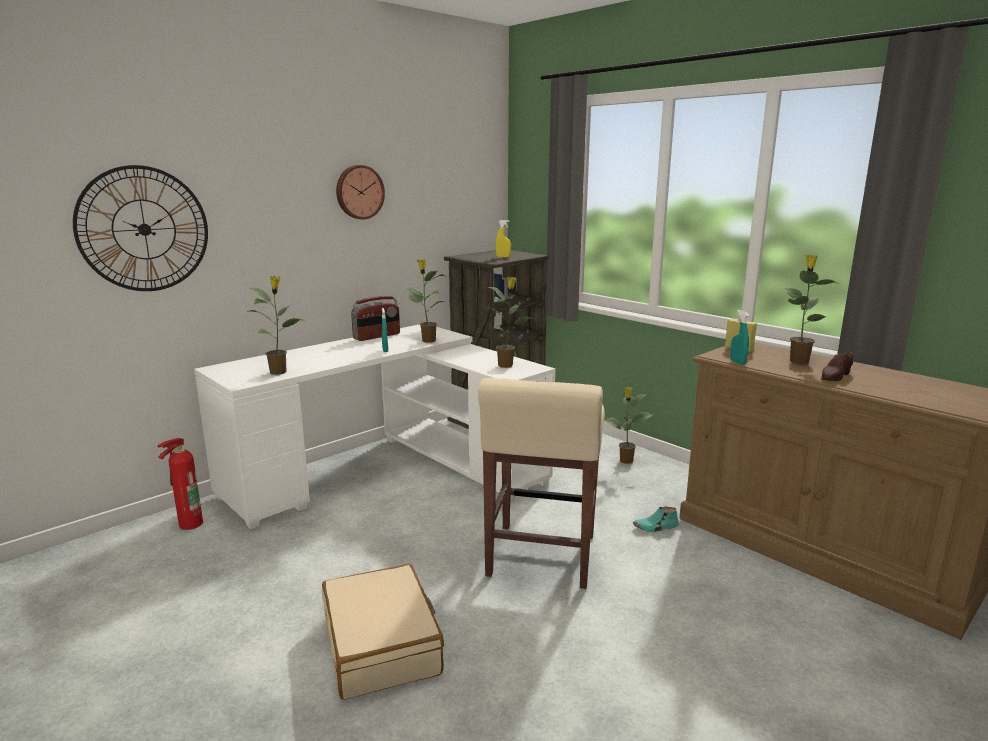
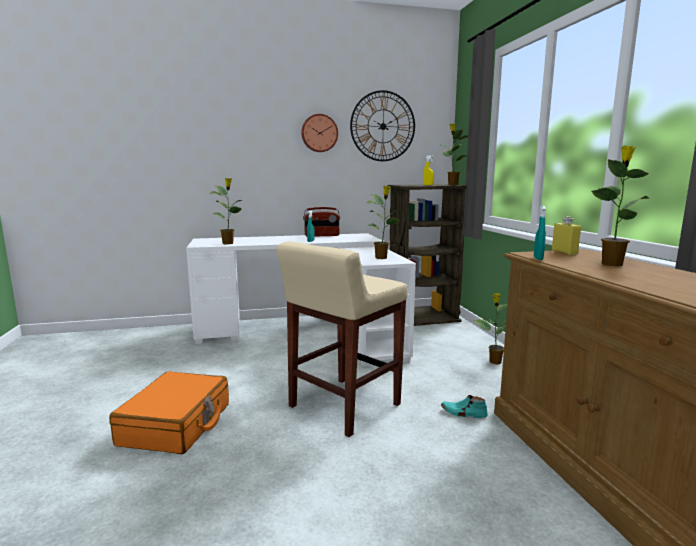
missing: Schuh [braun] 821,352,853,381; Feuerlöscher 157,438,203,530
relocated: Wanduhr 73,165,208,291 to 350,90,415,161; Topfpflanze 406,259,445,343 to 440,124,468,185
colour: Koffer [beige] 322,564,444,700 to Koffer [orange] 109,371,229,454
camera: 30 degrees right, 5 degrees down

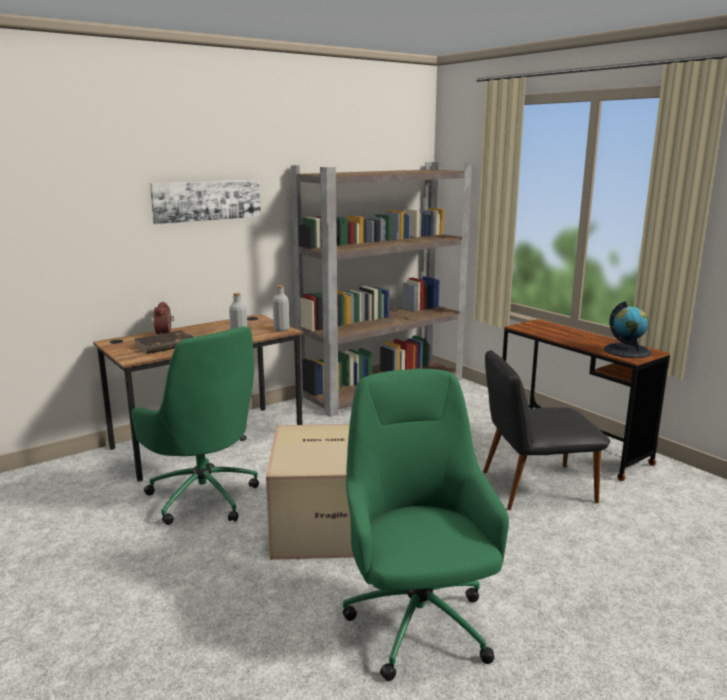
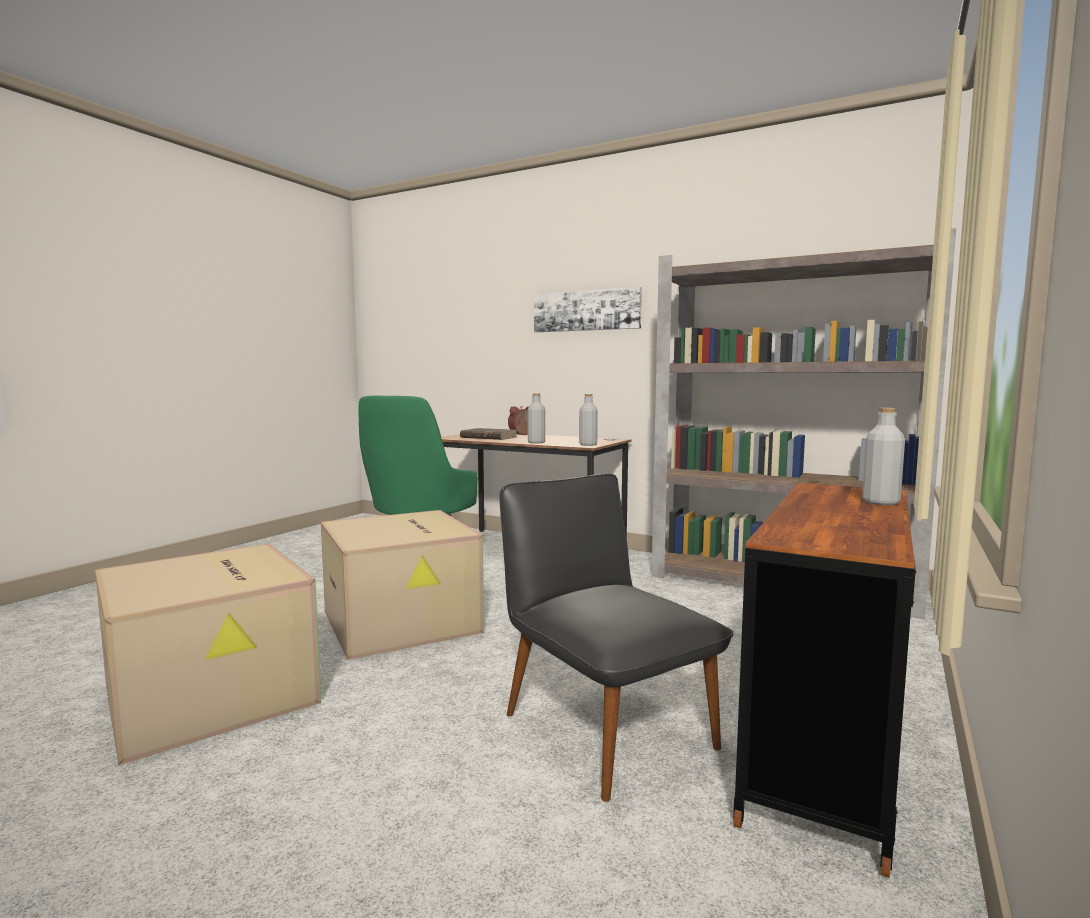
missing: Globus 604,301,652,358
appeared: Flasche [grau] 862,408,905,505
exchanged: Bürostuhl [grün] 343,369,509,681 to Karton 95,543,321,765
camera: 65 degrees right, 10 degrees down

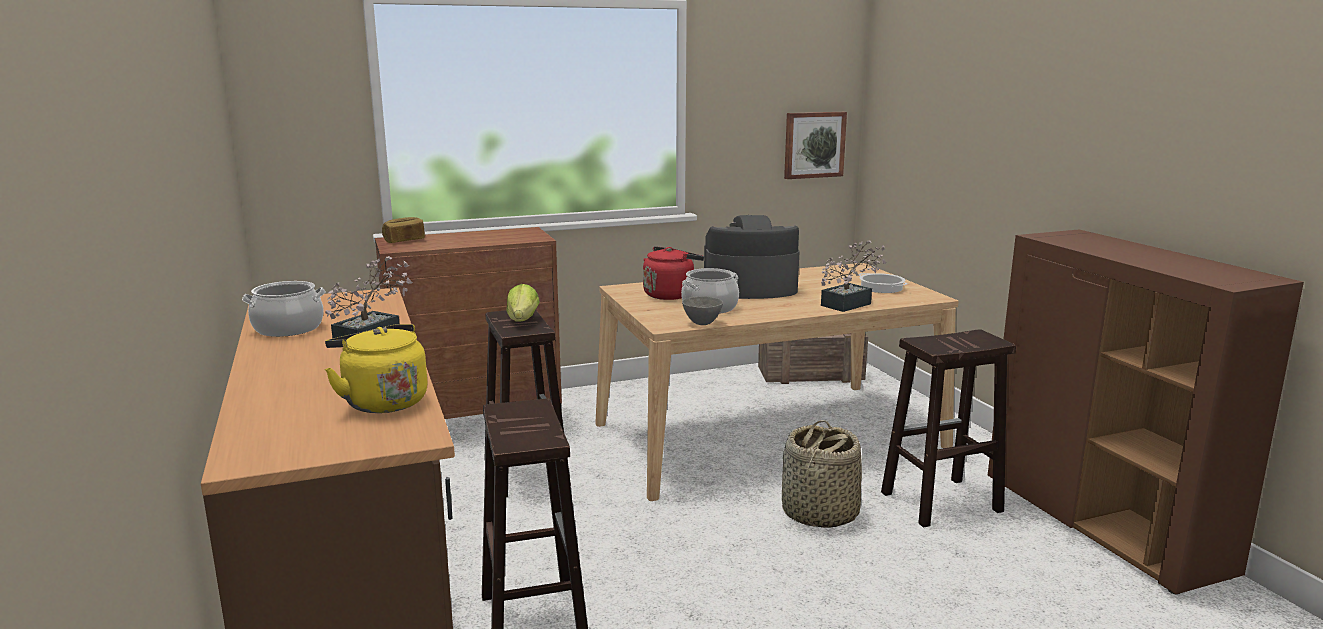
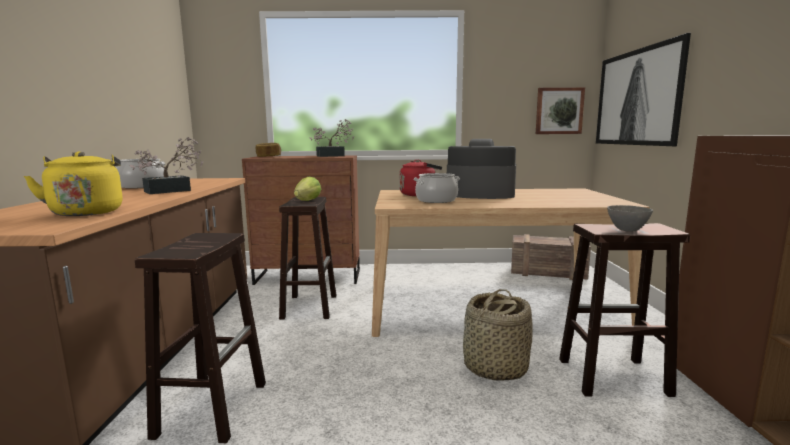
missing: Kochtopf 858,273,908,293
appeared: Bild 596,33,691,146
relocated: Topfpflanze 821,240,886,312 to 309,119,354,157; Schüssel [grau] 682,296,723,325 to 607,205,653,232
camera: 20 degrees right, 5 degrees down

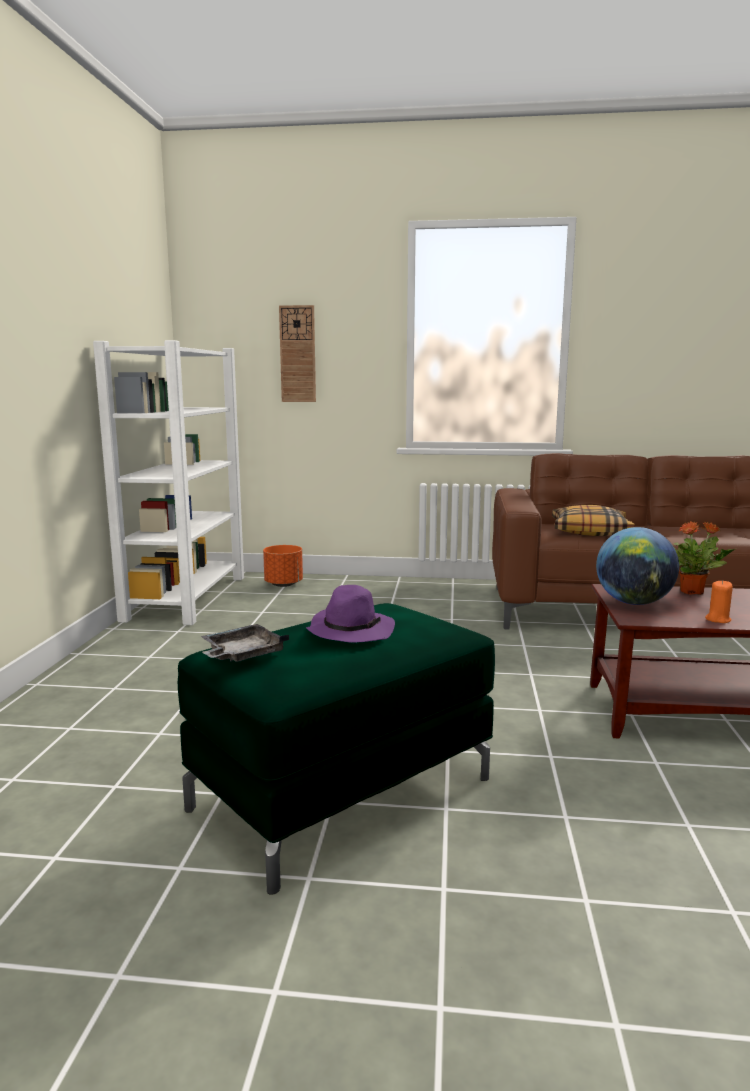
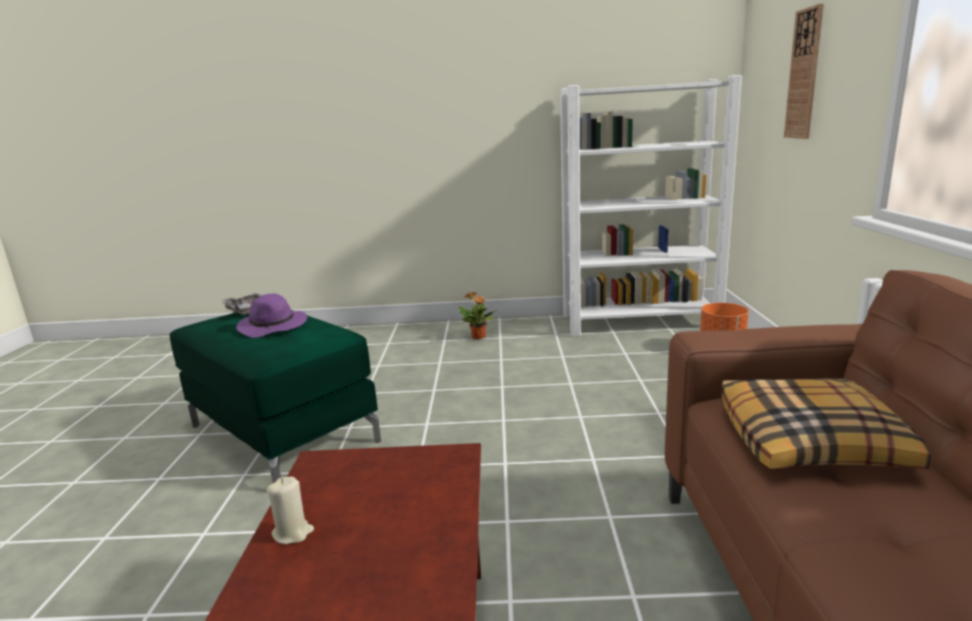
missing: Globus 596,527,679,605
relocated: Topfpflanze 673,521,735,595 to 459,292,497,339
colour: Kerze [orange] 705,580,733,623 to Kerze [beige] 267,477,314,544
camera: 85 degrees right, 5 degrees up

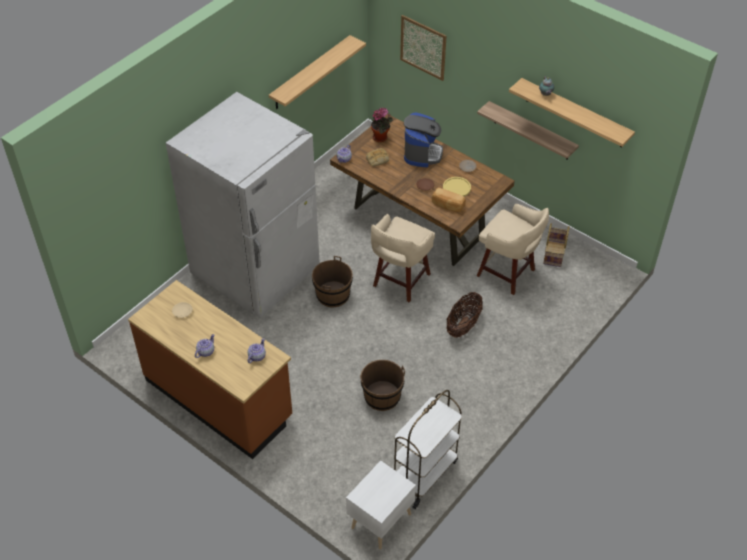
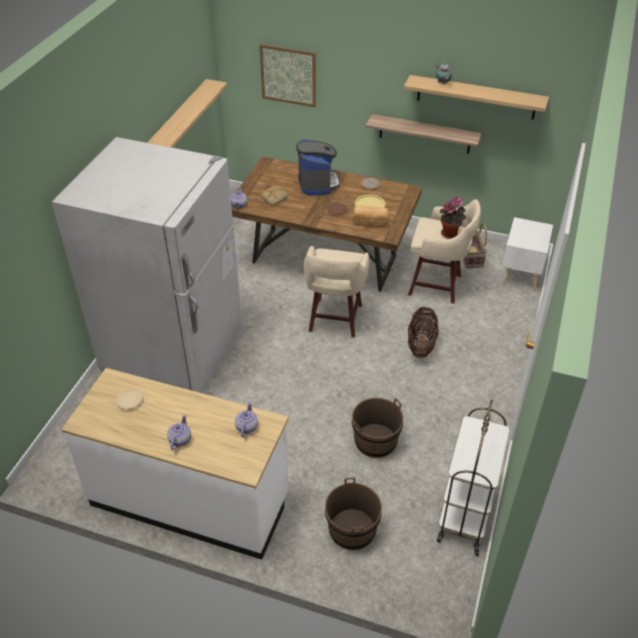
relocated: Topfpflanze 371,108,393,142 to 440,197,466,239; Eimer [braun] 312,256,353,307 to 325,477,382,550; Nachttisch [weiß] 346,460,416,549 to 502,217,553,292
colour: Küchenzeile [braun] 128,280,292,459 to Küchenzeile [weiß] 61,368,289,560
camera: 20 degrees left, 5 degrees down

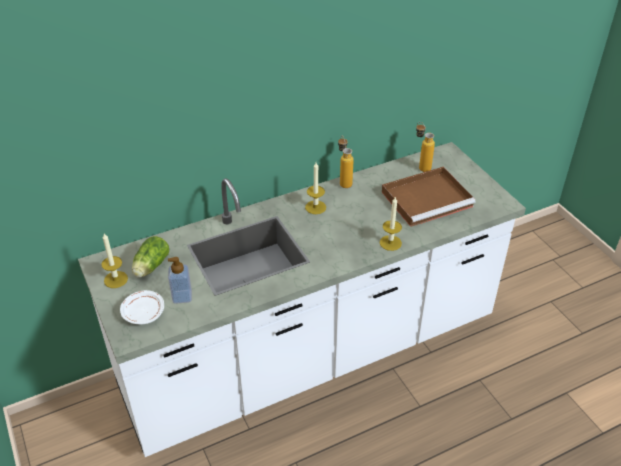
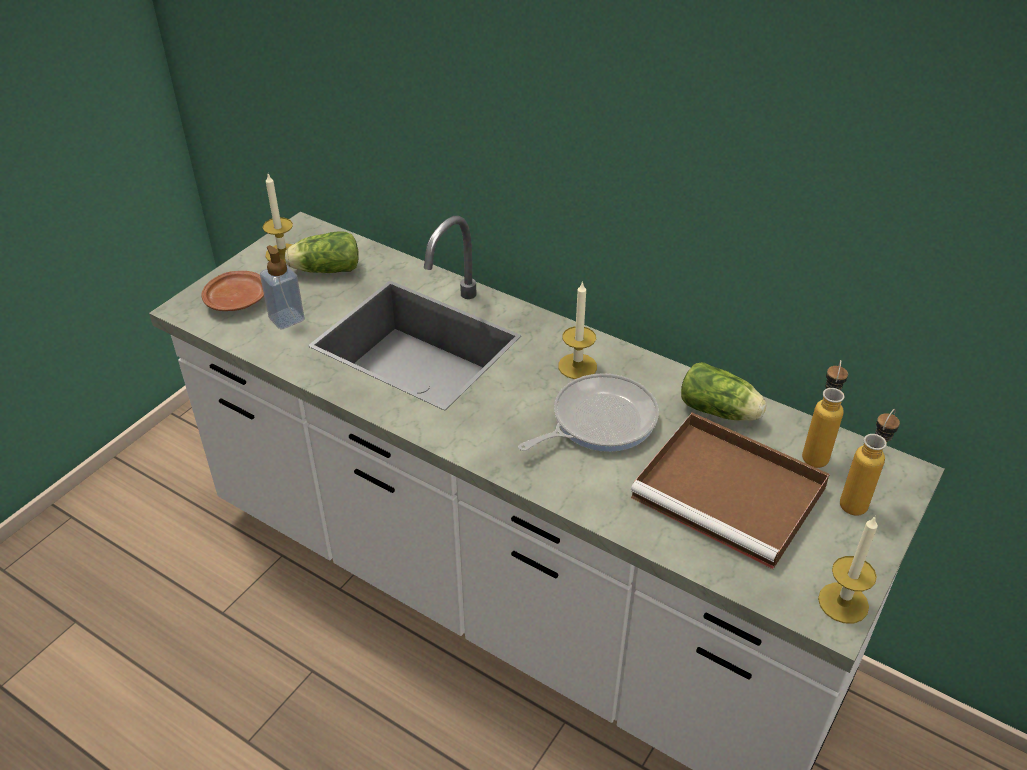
appeared: Salatkopf 681,362,767,421; Pfanne 518,373,659,452
relocated: Flasche 338,136,354,188 to 840,409,900,516; Kerze 380,196,402,251 to 818,516,878,624
colour: Teller [weiß] 120,290,164,325 to Teller [braun] 202,271,264,311
camera: 60 degrees right, 0 degrees up

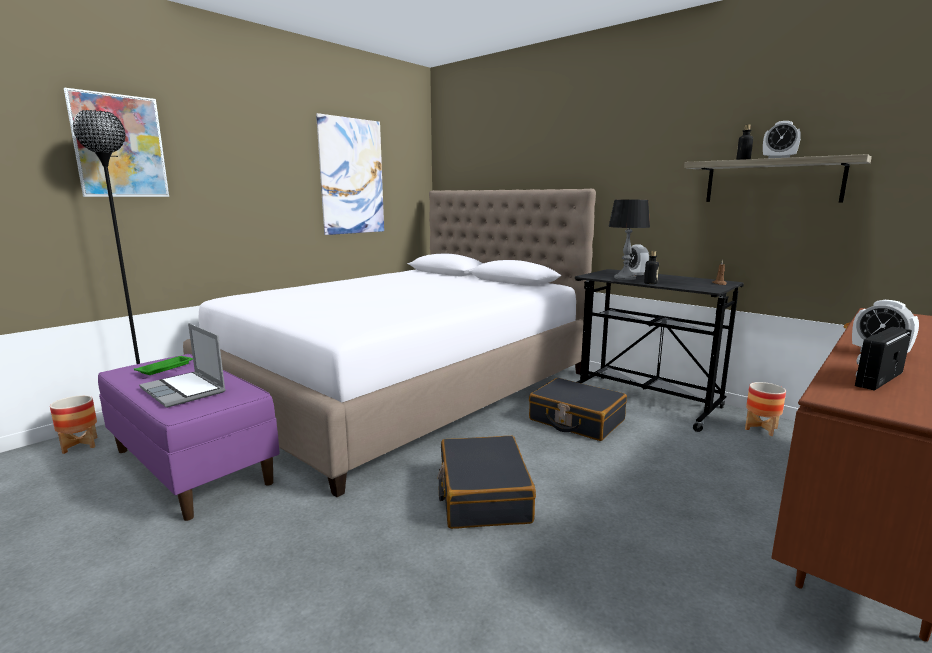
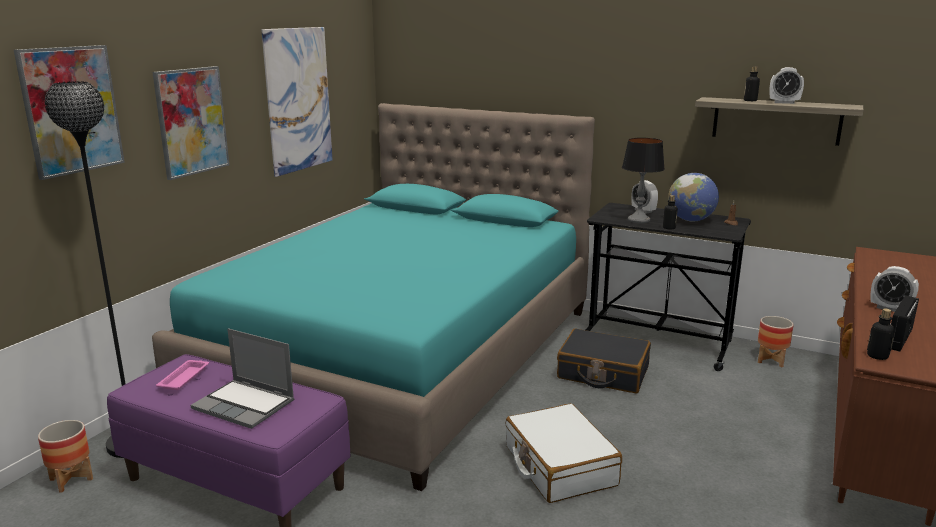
appeared: Bild 152,66,229,180; Globus 668,173,719,222; Flasche 867,308,895,360
colour: Bett [weiß] 183,189,596,497 to Bett [türkis] 152,103,595,491; Tablett [grün] 134,356,193,375 to Tablett [rosa] 156,360,209,390; Koffer [schwarz] 438,436,536,529 to Koffer [weiß] 505,403,622,503
camera: 15 degrees left, 5 degrees up

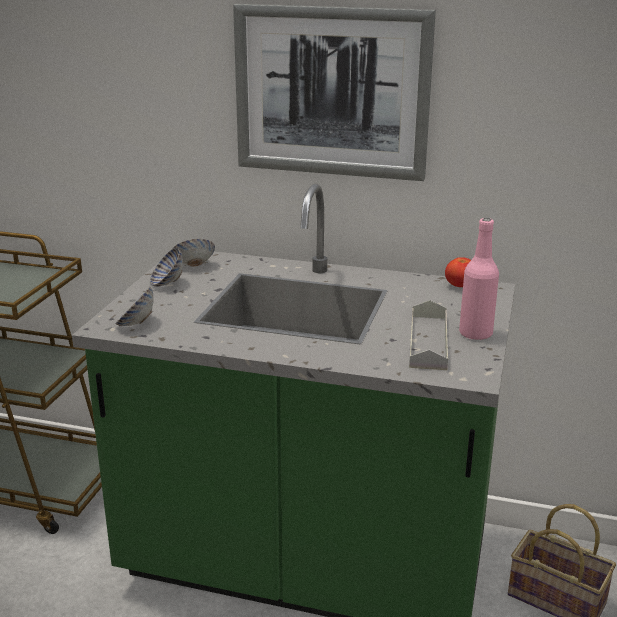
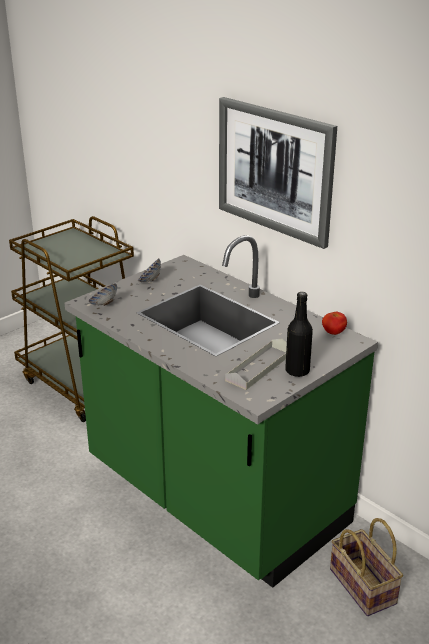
missing: Schüssel 172,239,215,267
colour: Flasche [rosa] 459,218,499,340 to Flasche [schwarz] 285,292,313,377
camera: 30 degrees right, 5 degrees up

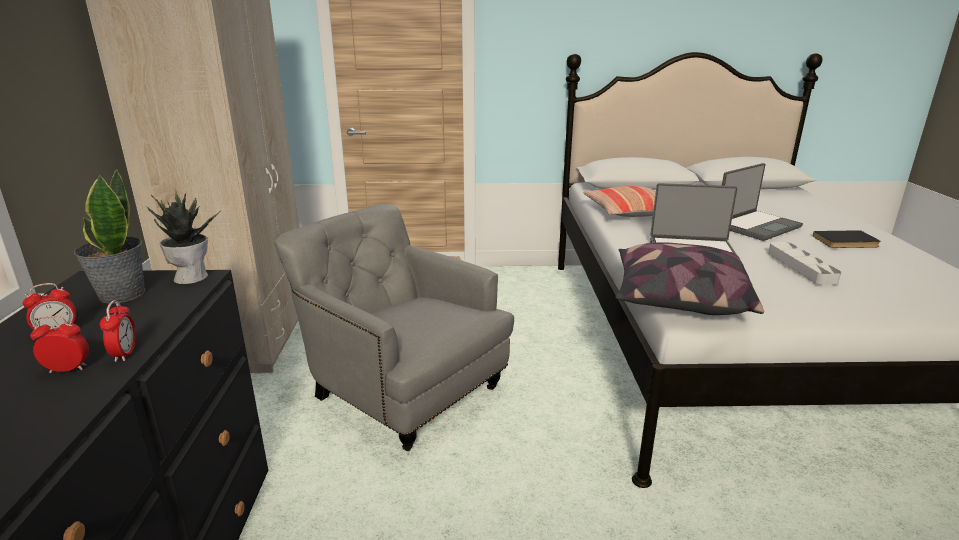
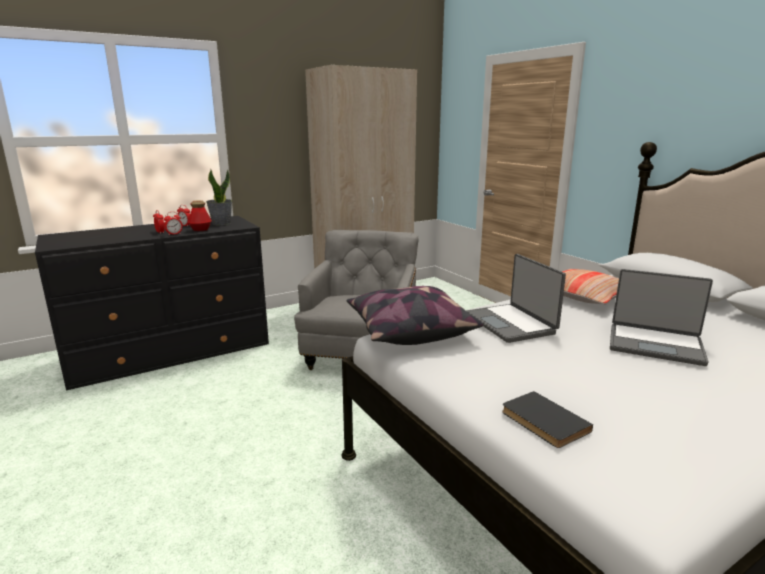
missing: Topfpflanze 145,191,221,284; Tablett [grau] 768,241,841,285
appeared: Flasche 188,200,212,231
relocated: Buch [schwarz] 813,230,881,248 to 502,391,593,448
camera: 60 degrees right, 5 degrees down

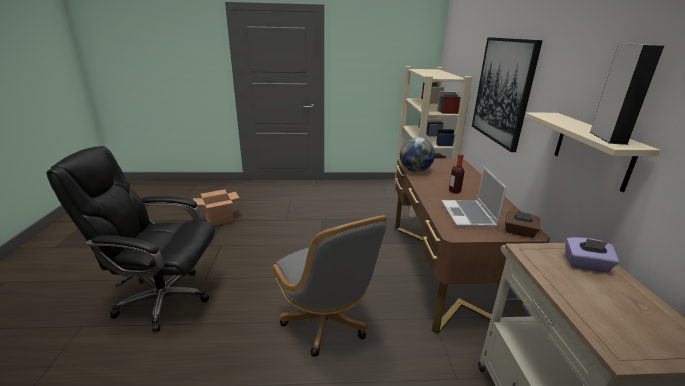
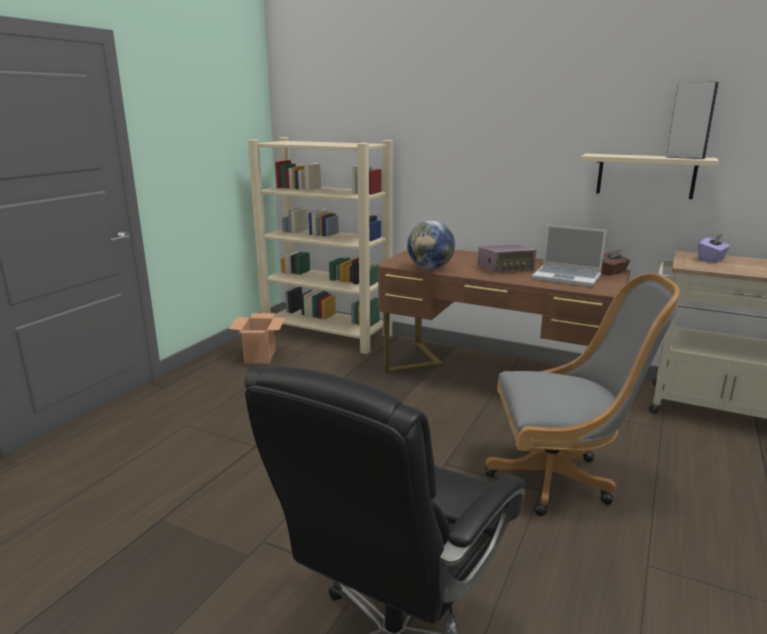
missing: Bild 472,37,543,152
relocated: Karton 193,189,240,226 to 229,313,285,363
exchanged: Flasche 449,154,464,194 to Radio 477,245,537,272
camera: 60 degrees left, 5 degrees down

